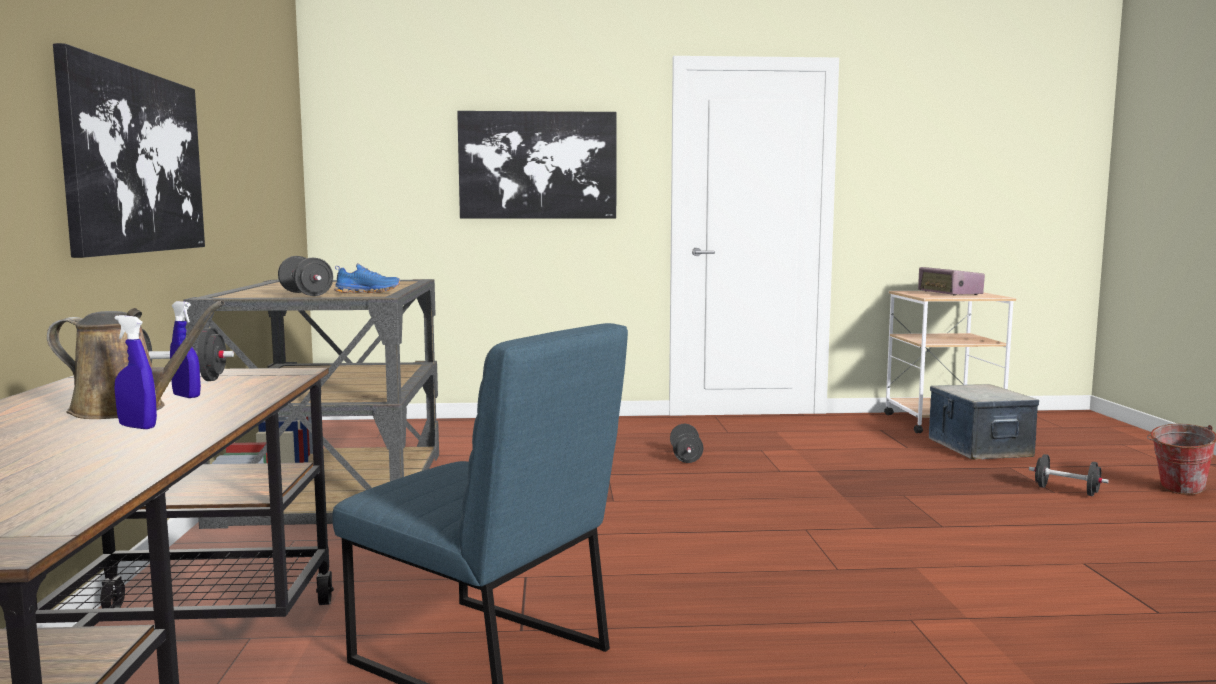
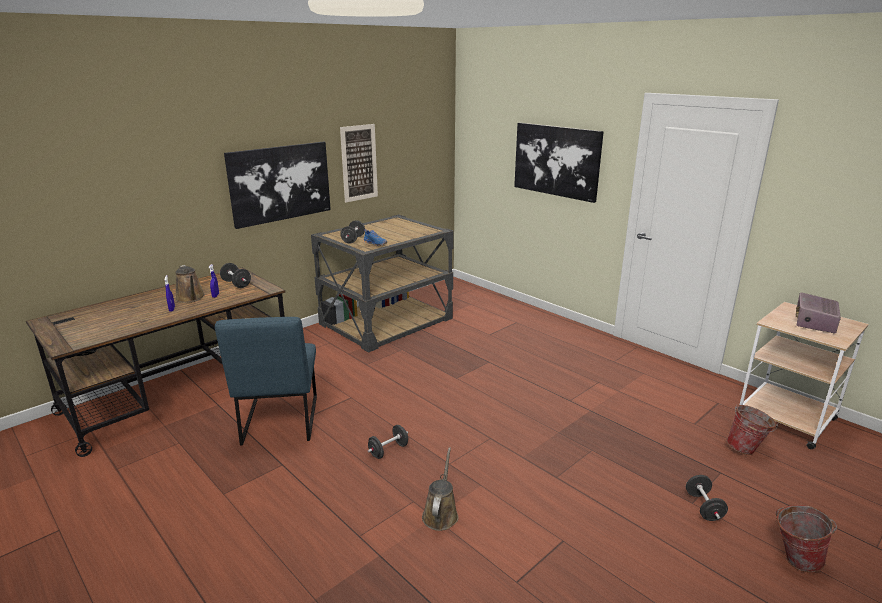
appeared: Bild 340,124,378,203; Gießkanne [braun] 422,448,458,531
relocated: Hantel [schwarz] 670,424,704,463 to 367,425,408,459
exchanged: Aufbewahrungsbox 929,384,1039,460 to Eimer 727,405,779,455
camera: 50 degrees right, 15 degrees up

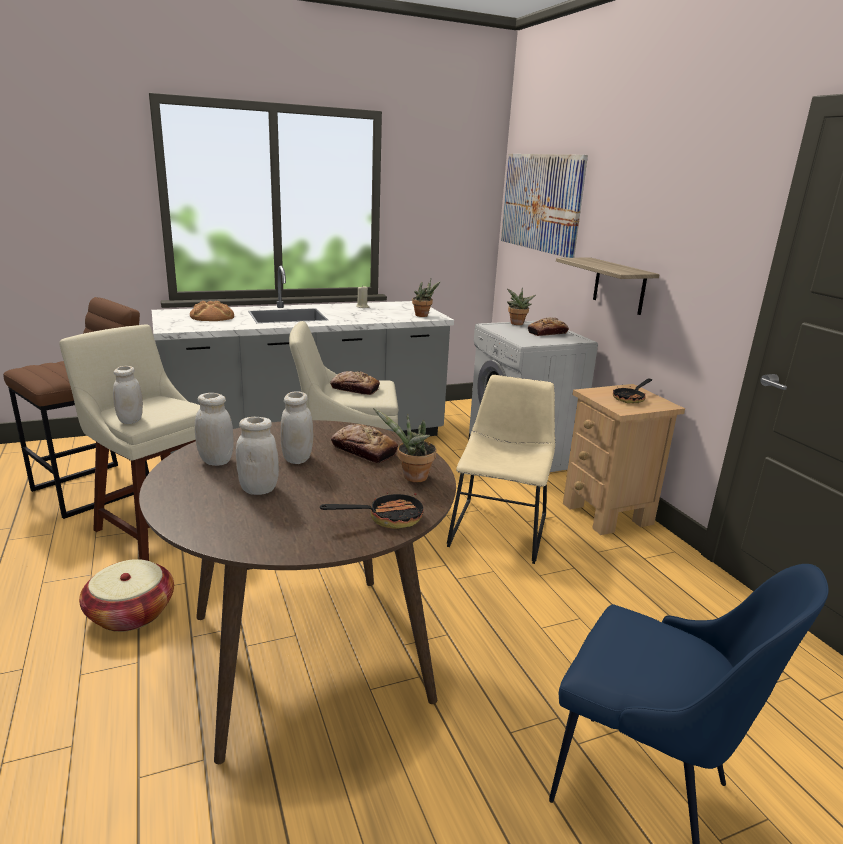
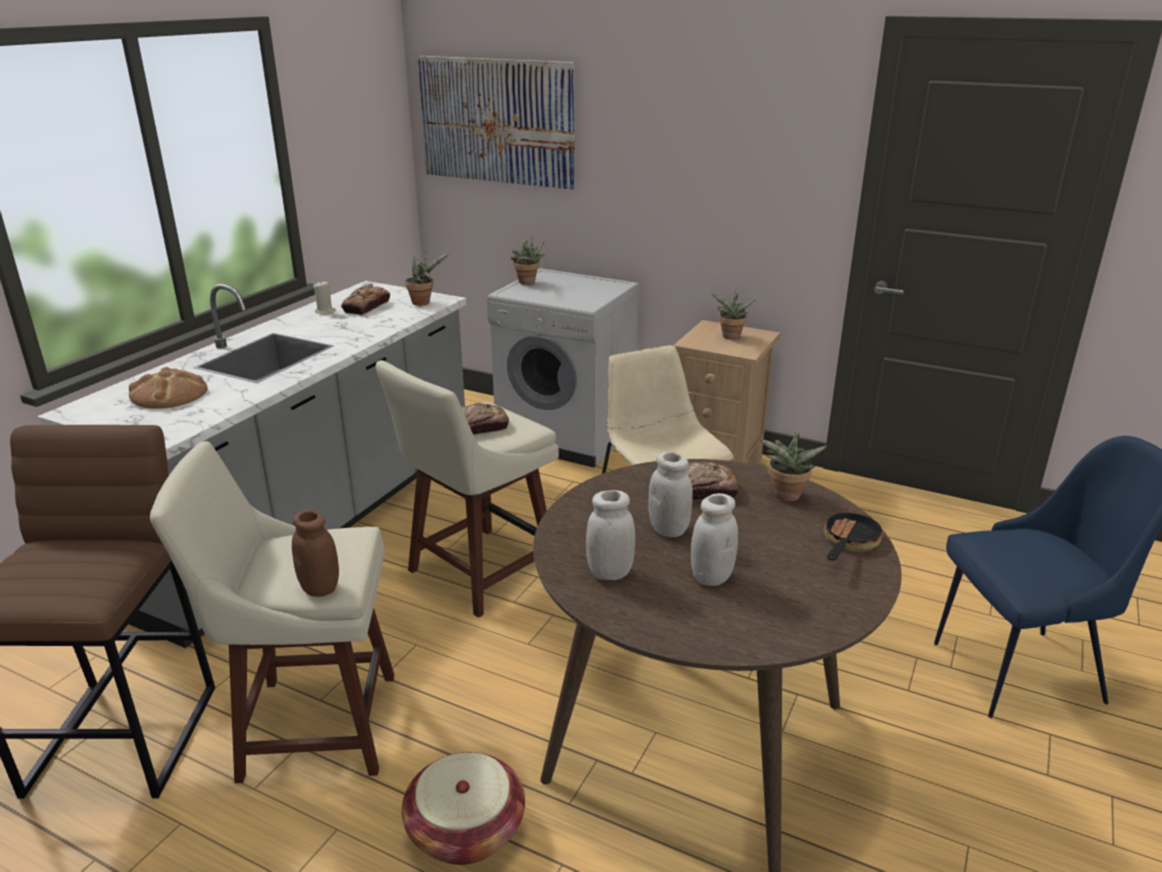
missing: Wandregal 556,258,659,315
relocated: Brot 528,317,569,336 to 341,284,390,315
exchanged: Pfanne 613,379,652,403 to Topfpflanze 712,292,755,340
colour: Vorratsglas [weiß] 113,366,143,424 to Vorratsglas [braun] 292,510,339,597
camera: 40 degrees left, 5 degrees up

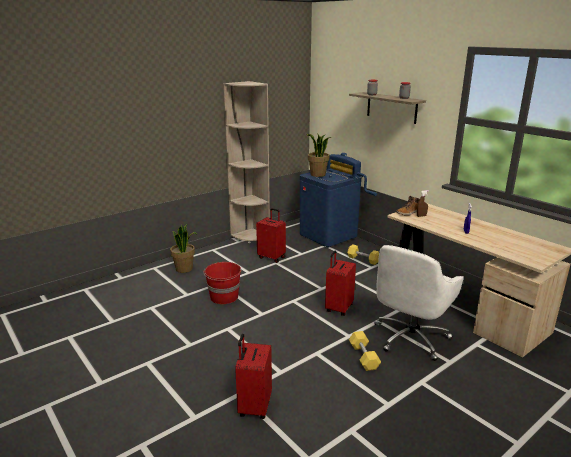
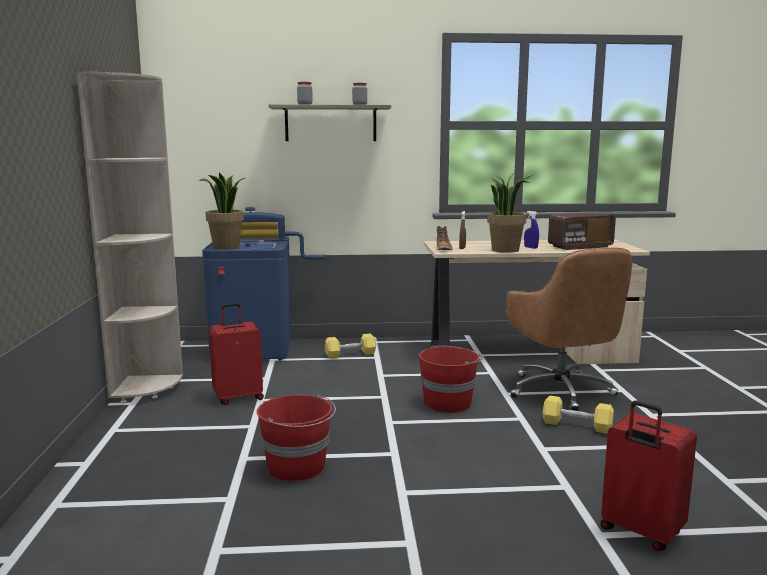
appeared: Radio 548,213,616,250
relocated: Topfpflanze 170,224,197,273 to 487,174,533,253
exchanged: Koffer [rot] 325,251,356,316 to Eimer [rot] 419,346,482,413
colour: Bürostuhl [weiß] 375,245,464,361 to Bürostuhl [braun] 506,248,632,411
camera: 55 degrees left, 10 degrees down

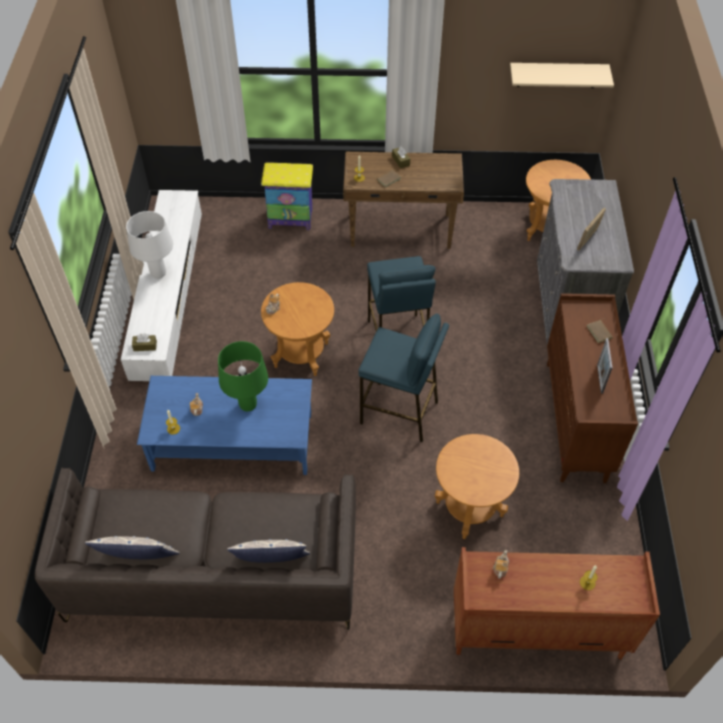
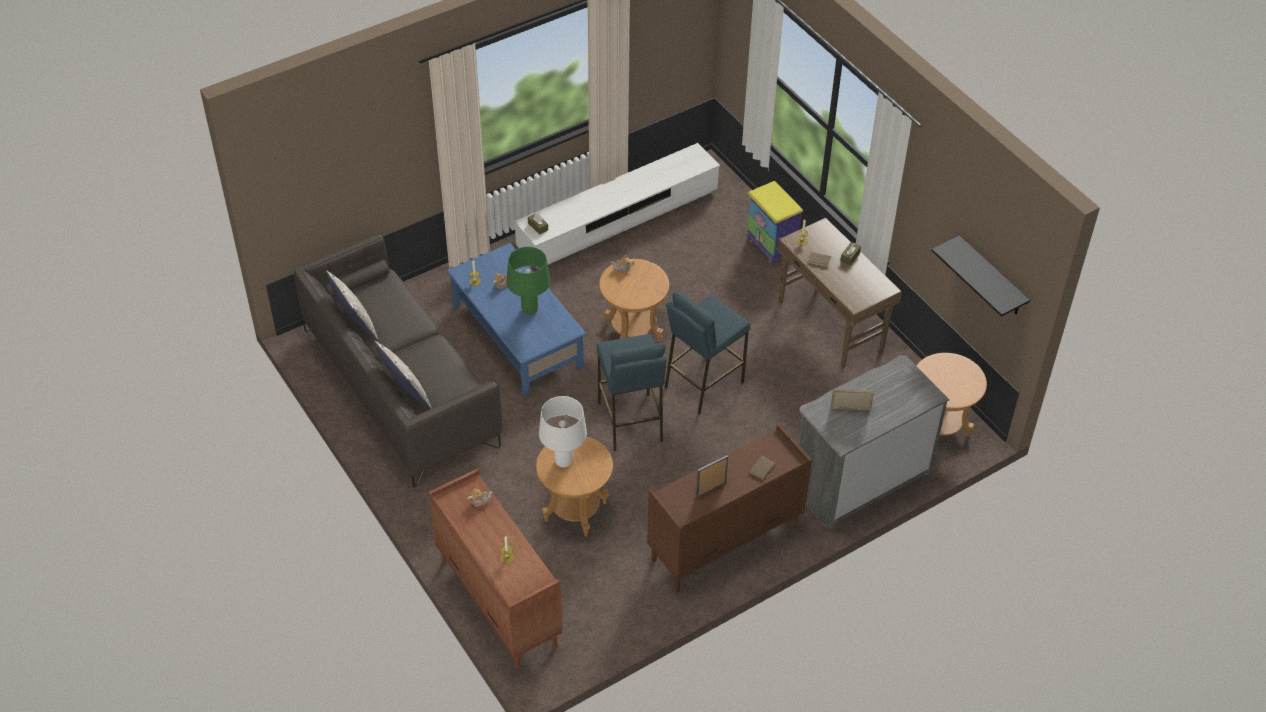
relocated: Tischlampe [weiß] 126,211,173,279 to 539,396,587,468
colour: Wandregal [beige] 510,63,614,88 to Wandregal [schwarz] 931,236,1030,317
camera: 55 degrees right, 5 degrees down

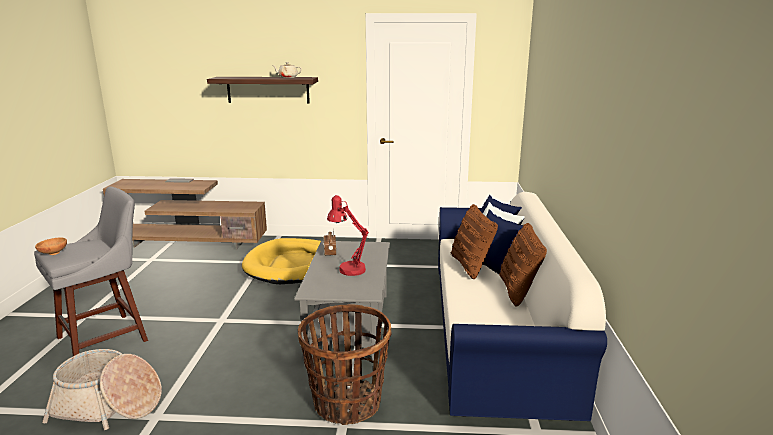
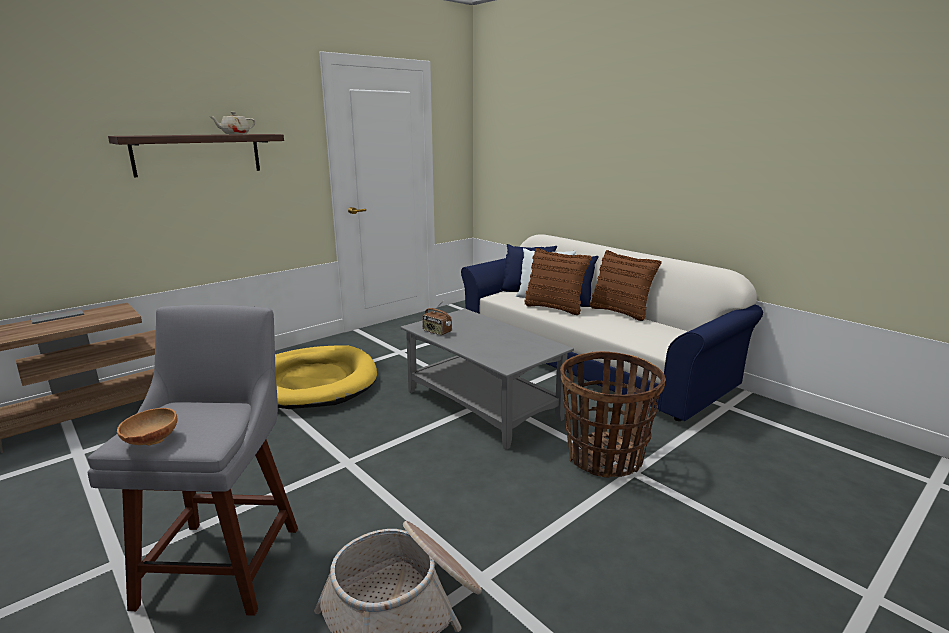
missing: Tischlampe [rot] 327,195,369,276
camera: 45 degrees left, 0 degrees up

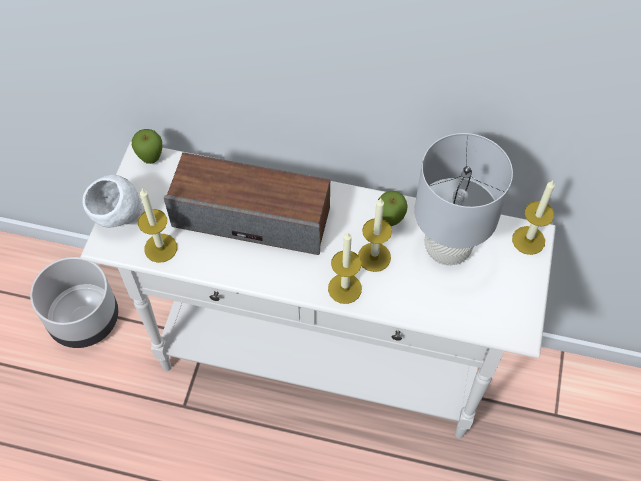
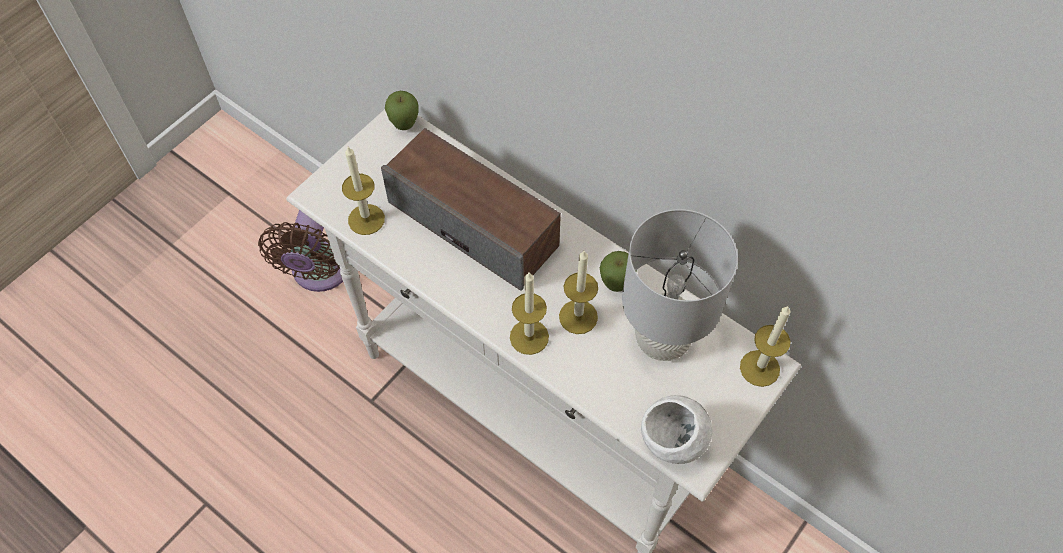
relocated: Schüssel [weiß] 82,175,142,227 to 641,395,712,464
exchanged: Pflanzkübel [grau] 30,257,118,348 to Ventilator [braun] 258,210,343,292
camera: 25 degrees right, 0 degrees up

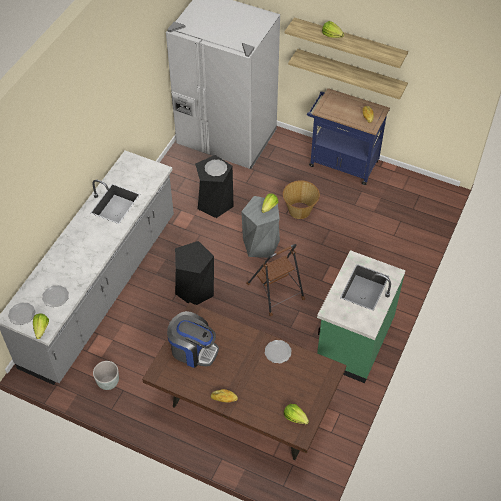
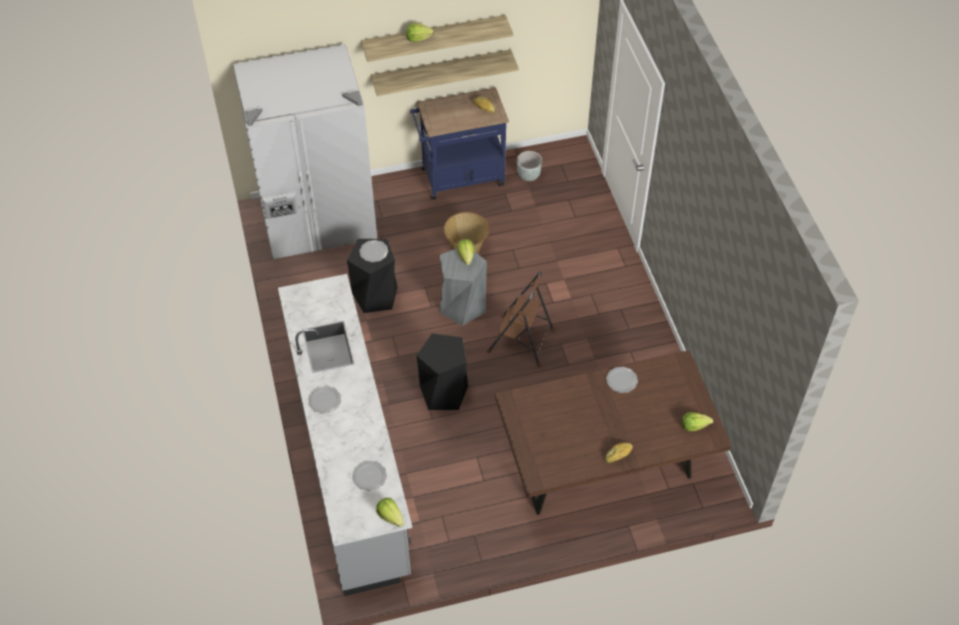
missing: Küchenzeile [grün] 317,250,406,383; Kaffeemaschine 167,311,219,368
relocated: Teller 8,302,36,325 to 309,386,341,414; Pflanzkübel [grau] 93,361,119,390 to 517,151,542,181
camera: 40 degrees left, 0 degrees up

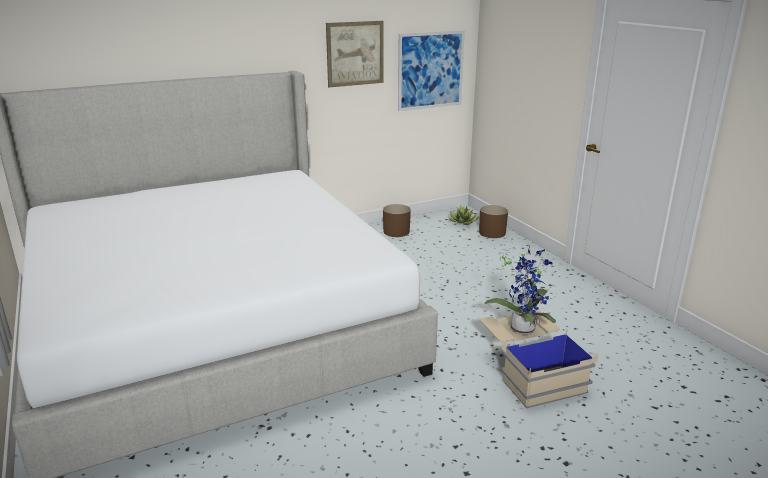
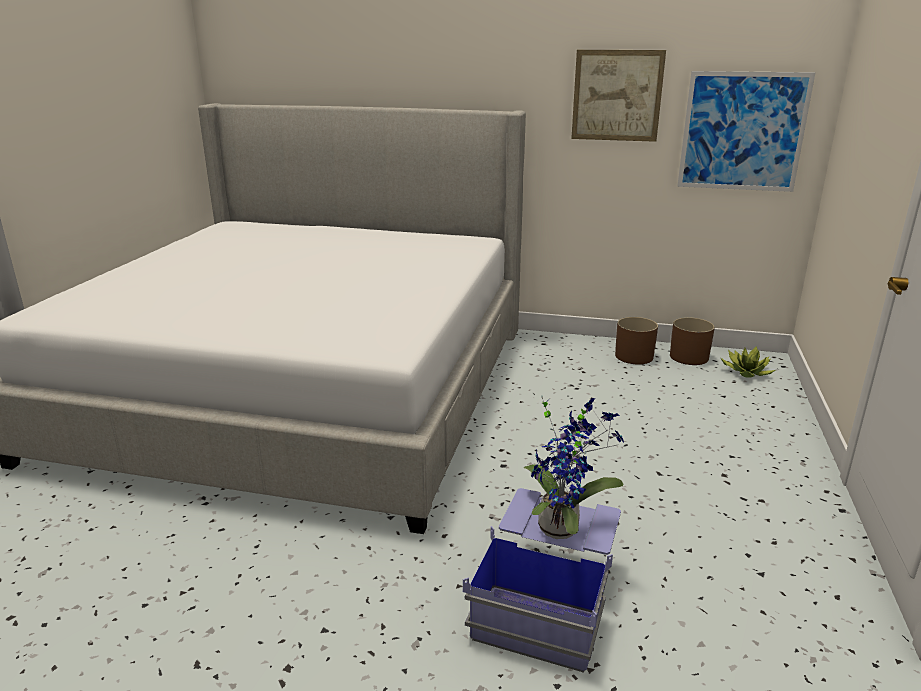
relocated: Pflanzkübel [braun] 479,205,508,238 to 670,317,715,365
colour: Aufbewahrungsbox [beige] 480,309,599,408 to Aufbewahrungsbox [blau] 463,488,621,673
camera: 40 degrees right, 0 degrees up

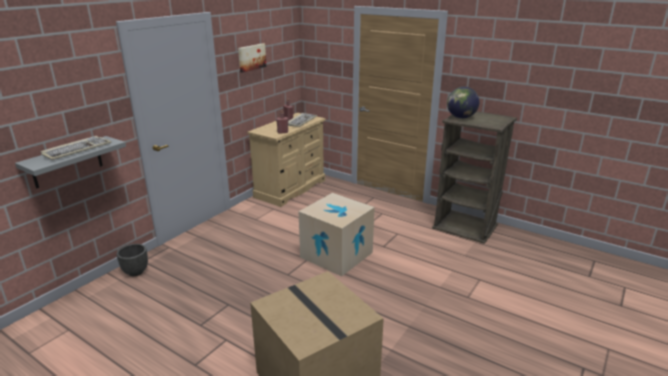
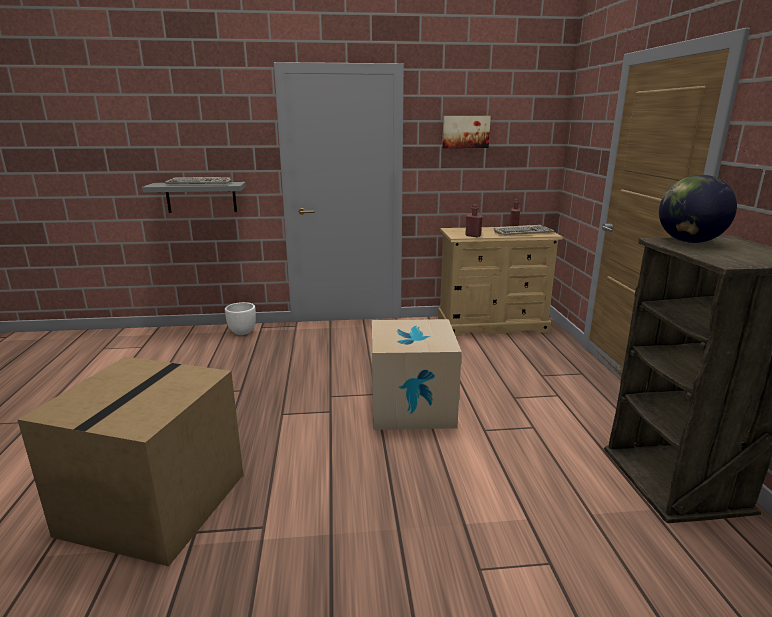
colour: Pflanzkübel [schwarz] 117,244,148,276 to Pflanzkübel [weiß] 225,302,256,335
camera: 50 degrees right, 5 degrees down

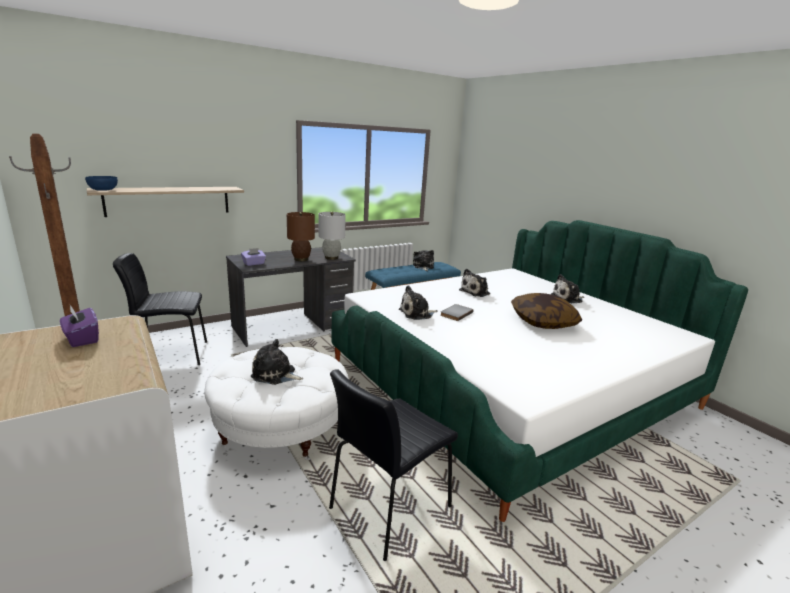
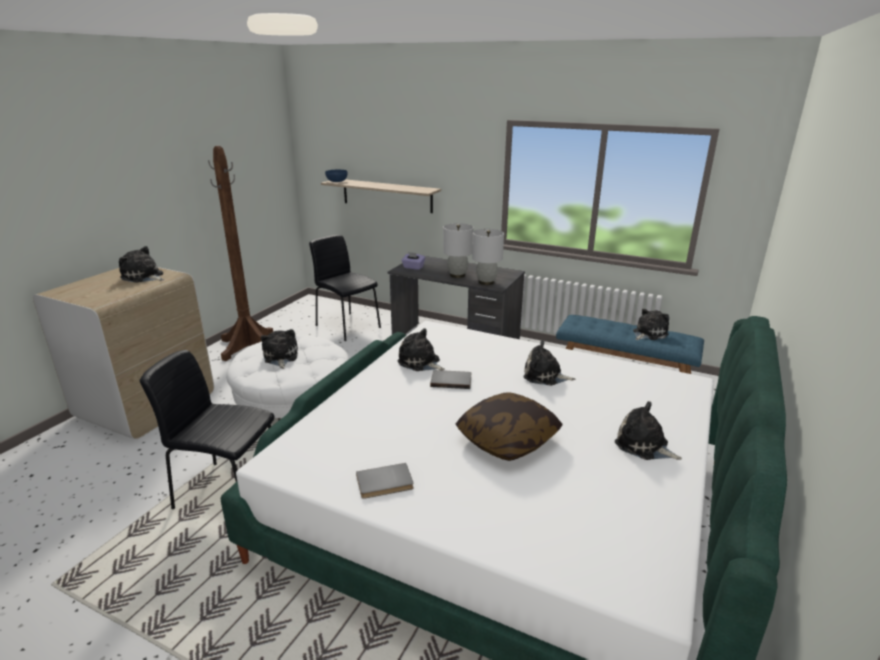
appeared: Buch [grau] 356,463,414,499
exchanged: Taschentuchbox [lila] 60,305,99,347 to Plüschtier 119,246,164,283
colour: Tischlampe [braun] 287,212,315,261 to Tischlampe [weiß] 443,223,474,278
camera: 60 degrees right, 5 degrees up

